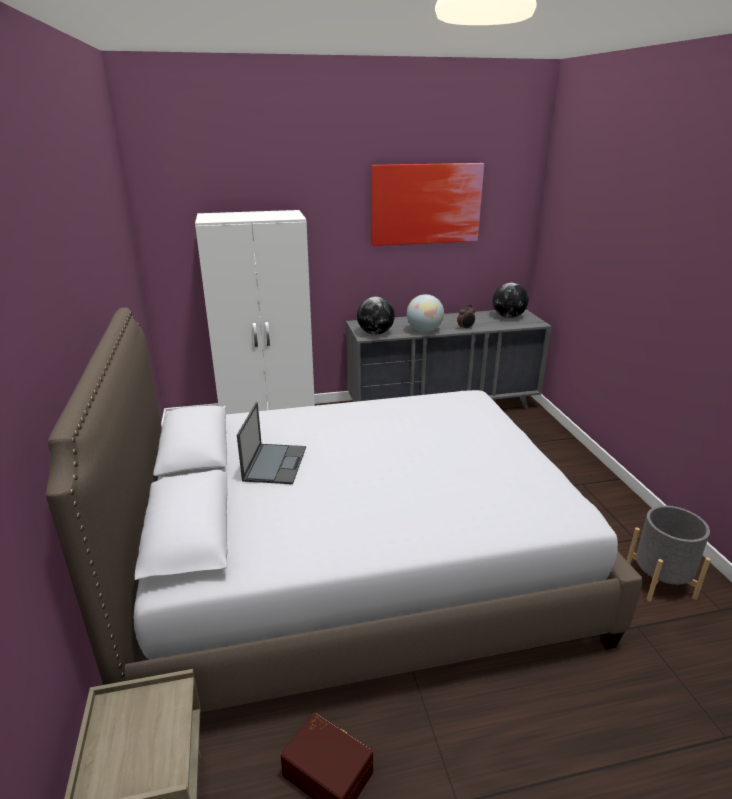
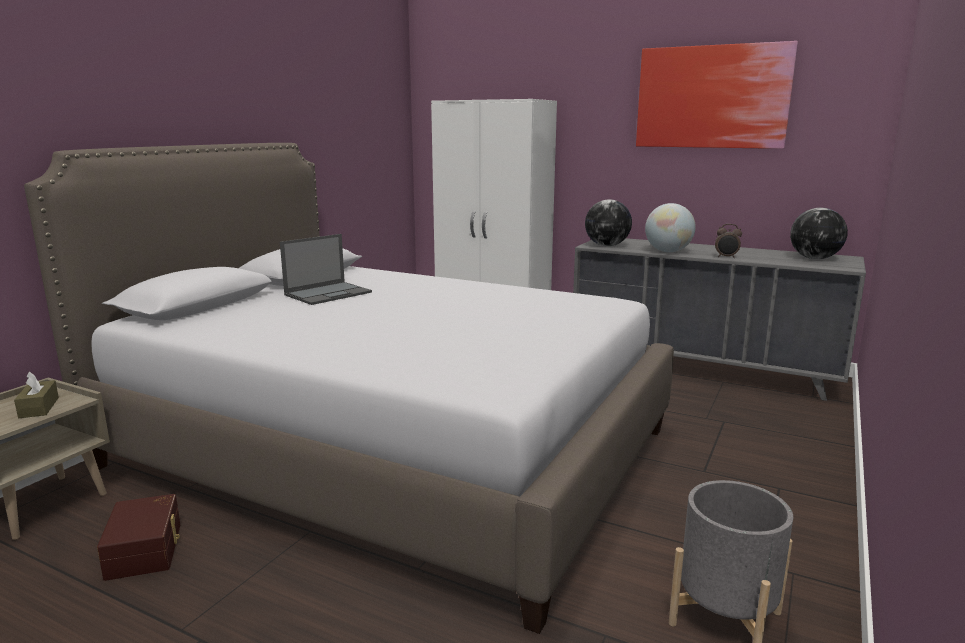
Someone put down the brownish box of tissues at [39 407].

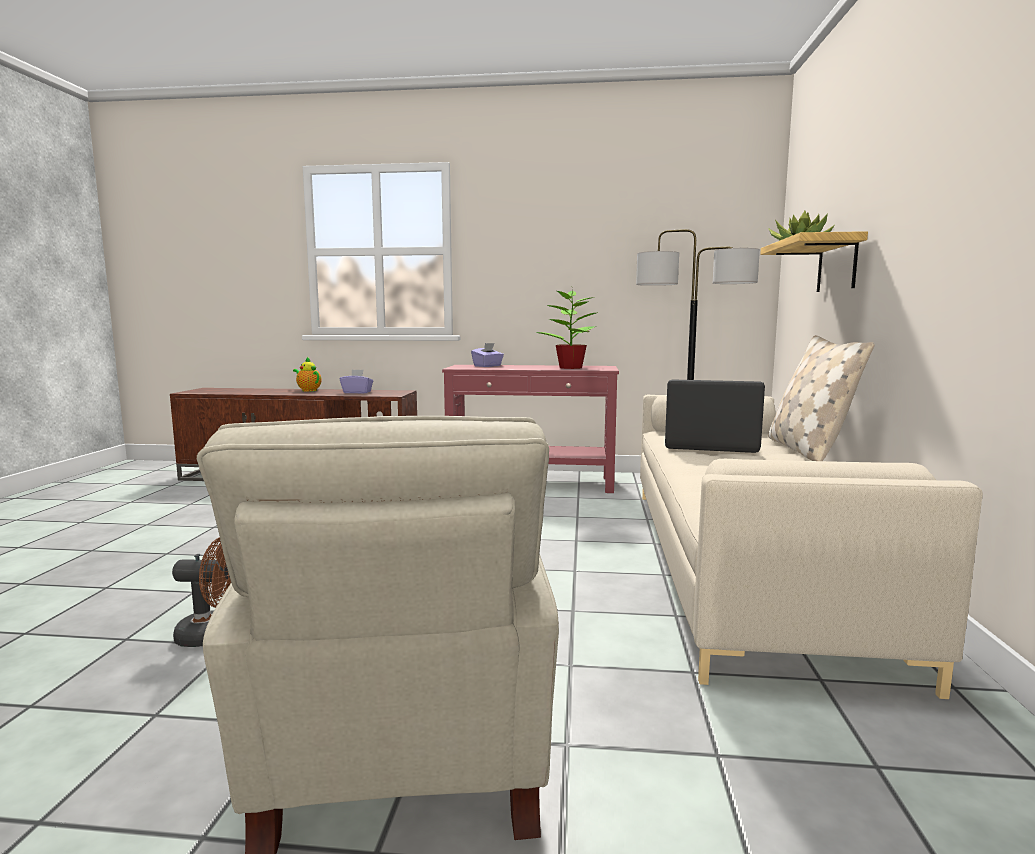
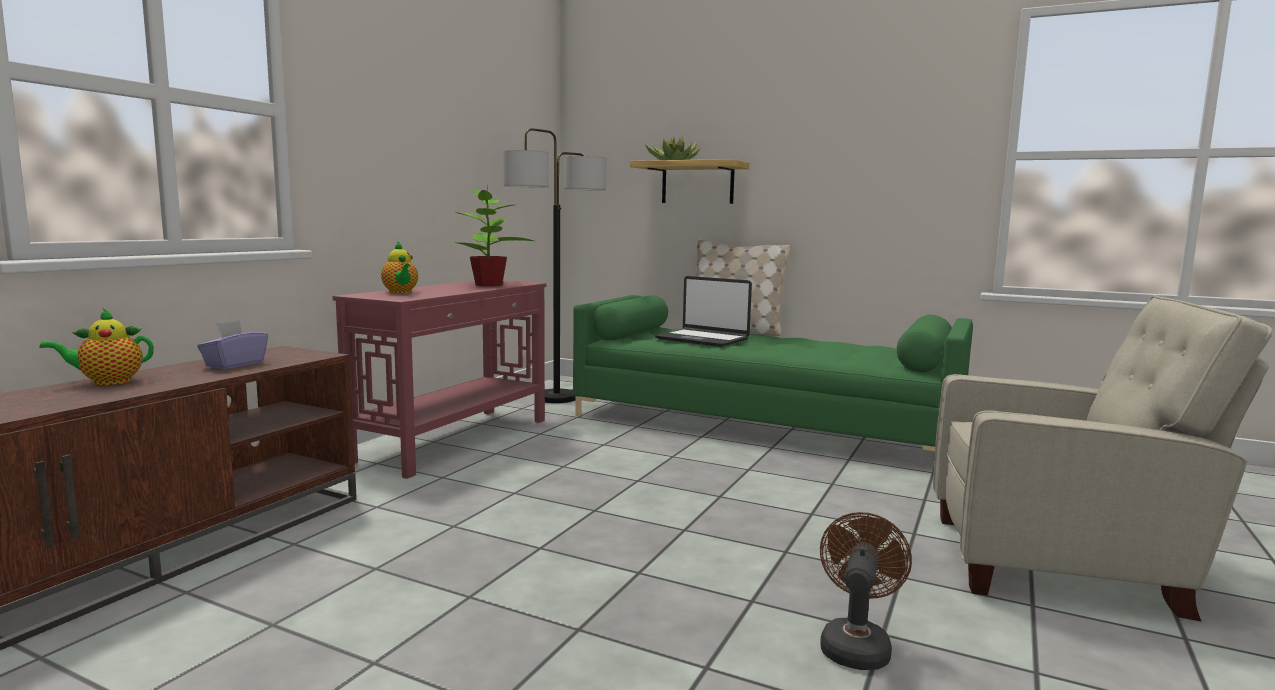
Someone swapped the purple-coloured box of tissues at [487 366] for the teapot at [400 292].
Someone repainted the beige couch at [742 563], which became the green couch at [763 425].
Someone rotated the portable computer at [710 445] by 90 degrees counterclockwise.

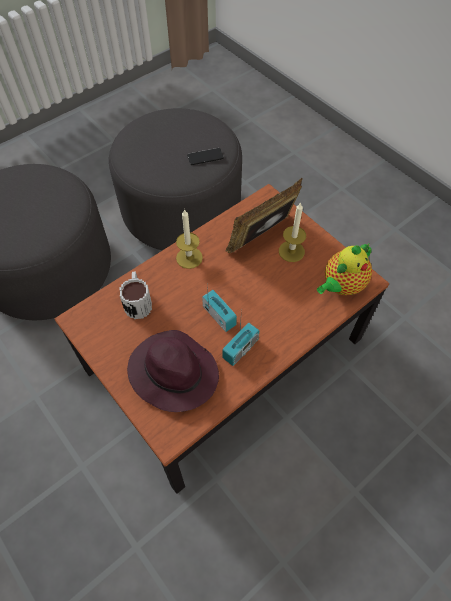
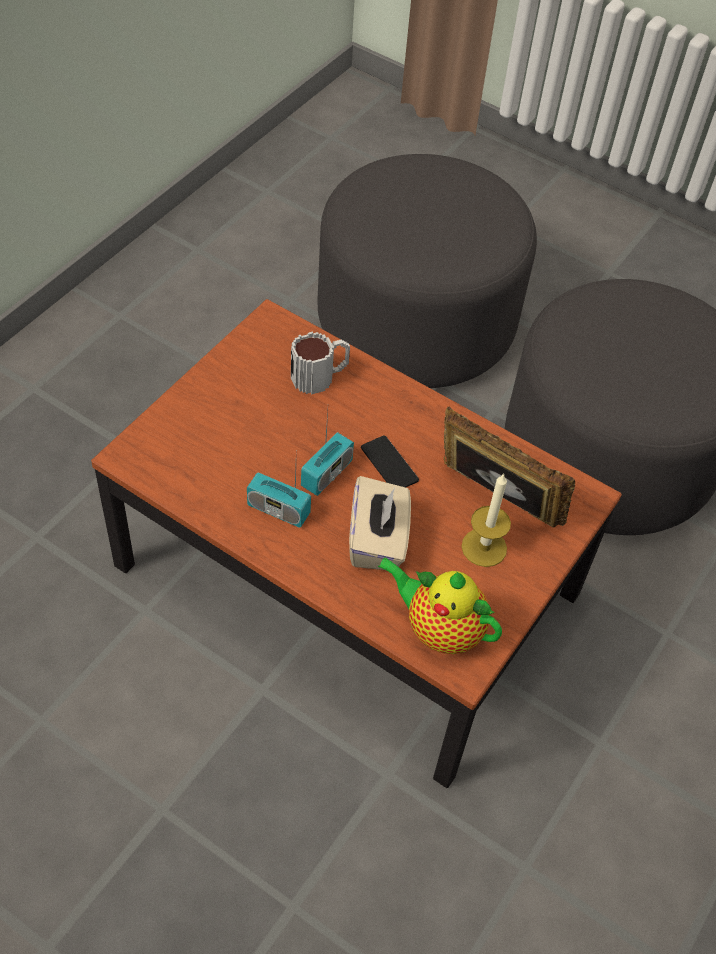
Someone took away the purple-coloured hat at [172 372].
Someone took away the candle at [189 258].
Someone put down the beige box of tissues at [377 541].
Someone carried the telephone from [205 157] to [389 464].

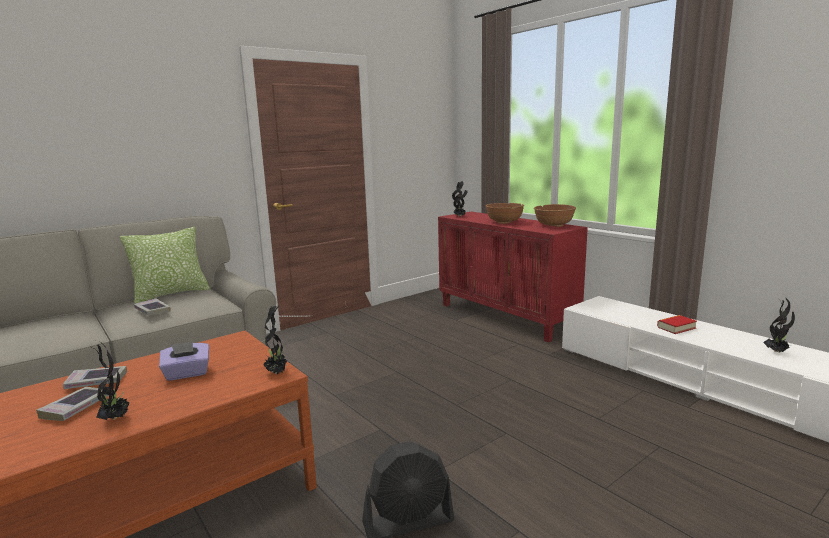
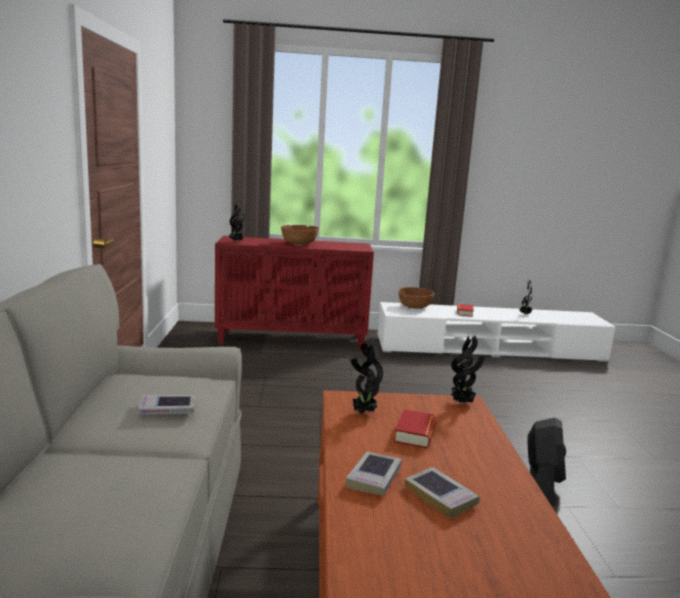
Someone took away the pillow at [171 294].
Someone carried the houseplant from [115 418] to [363 413].
Someone carried the brownish serving bowl from [554 225] to [414 307].
Someone swapped the purple-coloured box of tissues at [187 374] for the volume at [415 434].

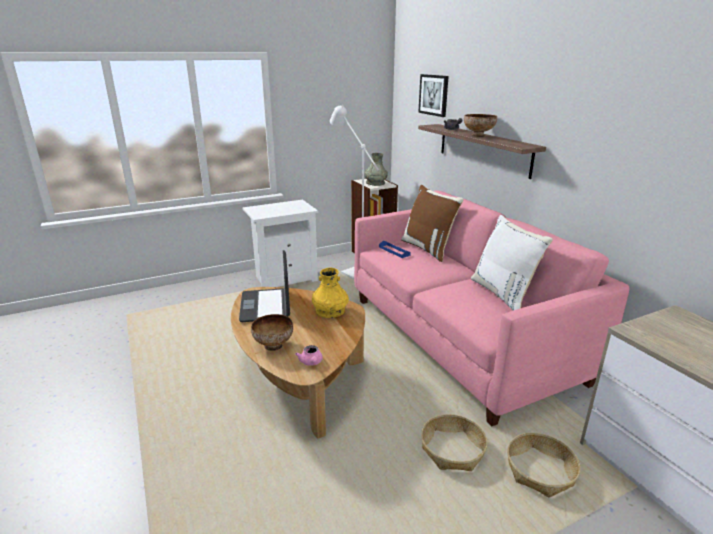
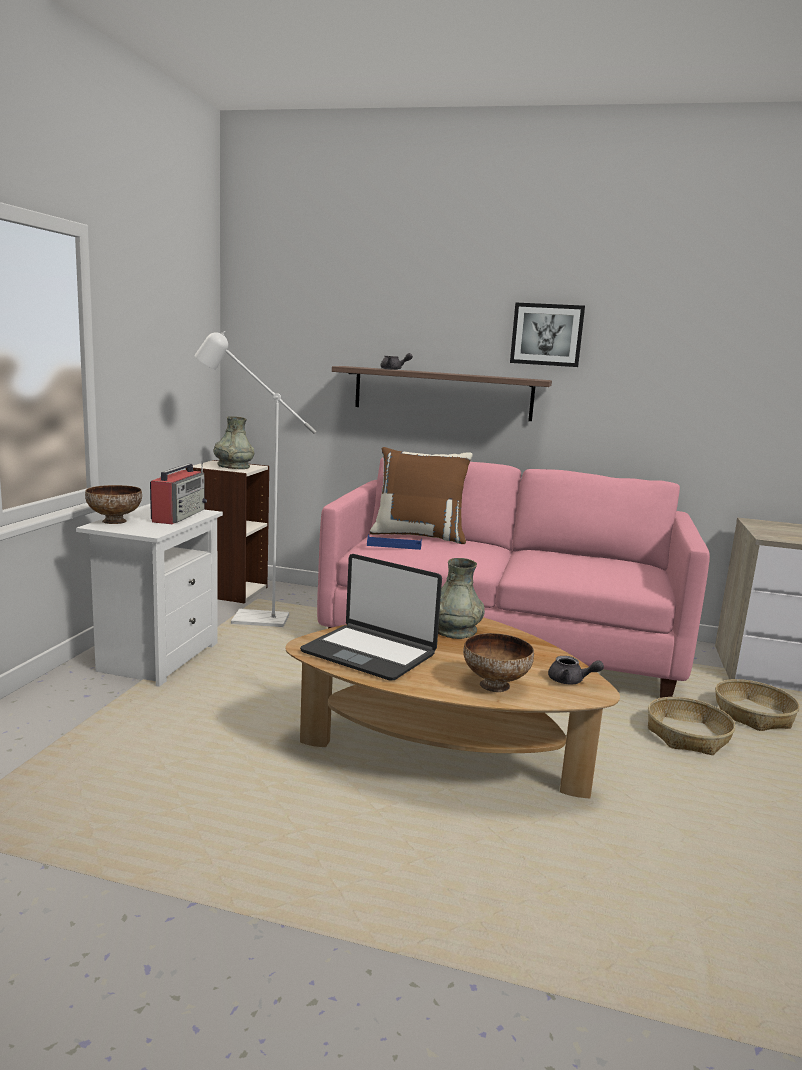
Someone took away the whitish pillow at [504 294].
Someone put down the radio at [179 515].
Someone carried the wall picture from [434 95] to [547 334].
Someone carried the serving bowl from [478 136] to [114 521].
Someone repainted the pink teapot at [311 363], which became the greyish teapot at [570 681].
Someone repainted the yellow-coloured vase at [330 310], which became the greyish vase at [453 630].

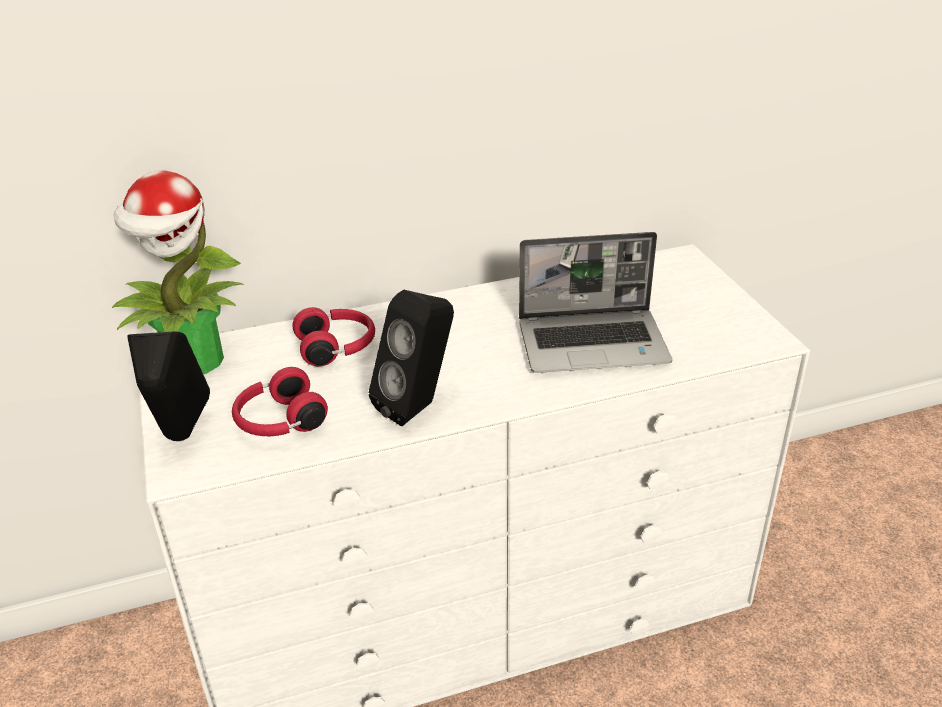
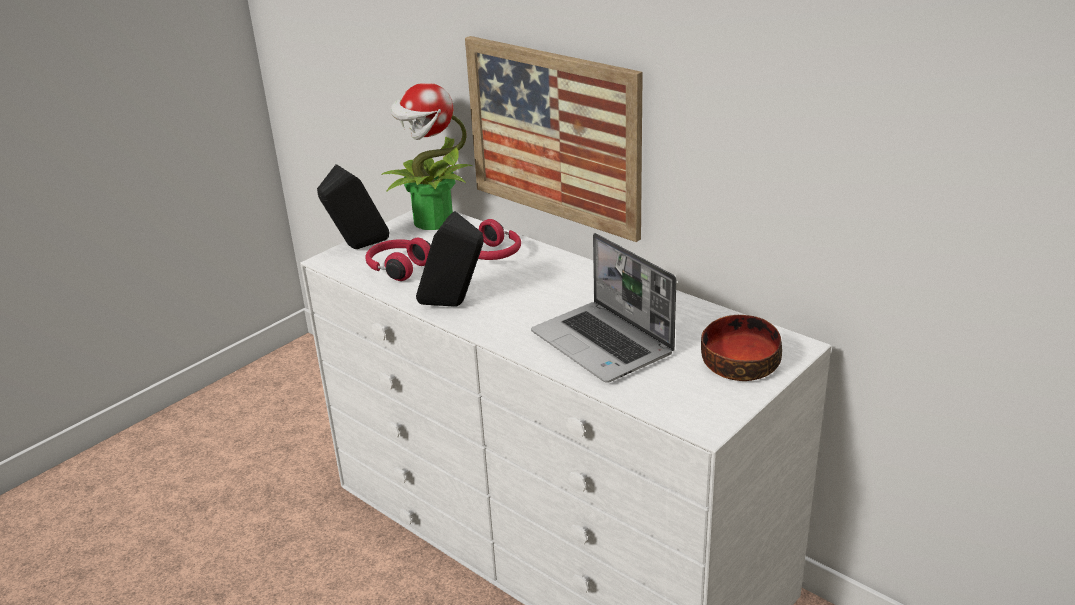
Someone put up the wall picture at [553 135].
Someone put down the serving bowl at [739 363].

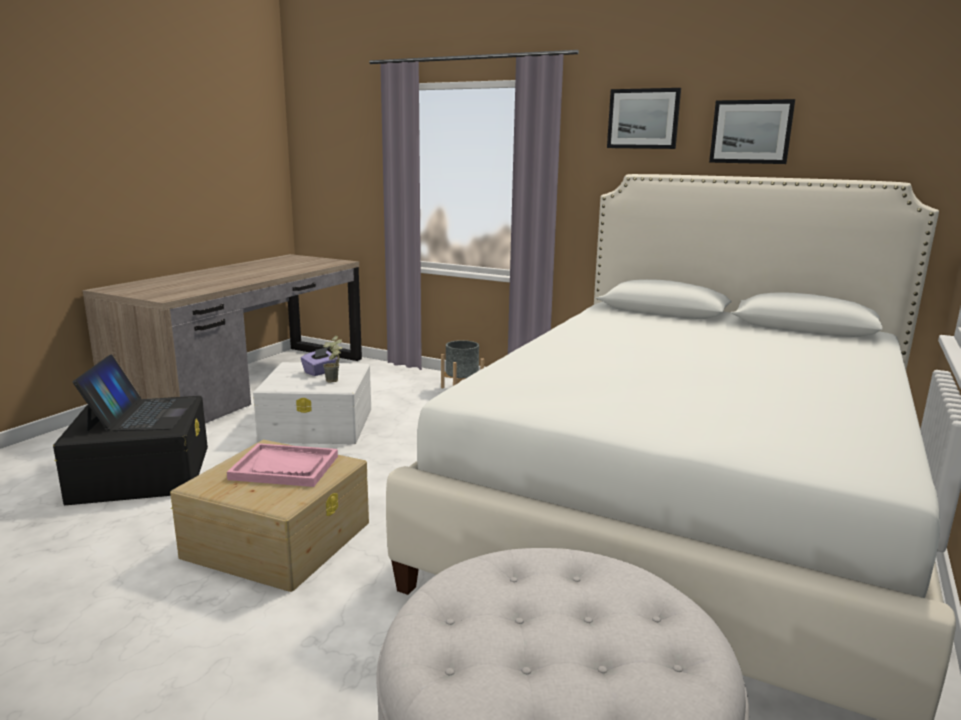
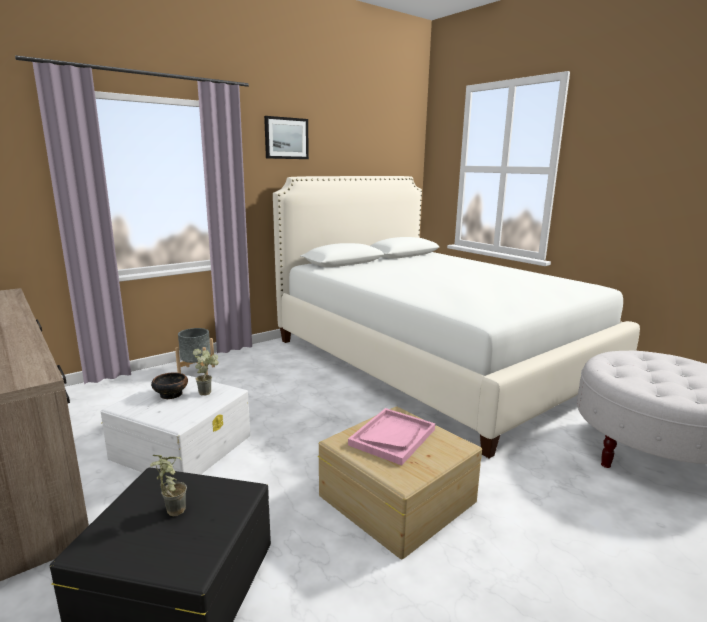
Someone took away the wall picture at [751 132].
Someone swapped the portable computer at [142 414] for the houseplant at [170 511].
Someone swapped the purple-coloured box of tissues at [320 372] for the serving bowl at [170 394].

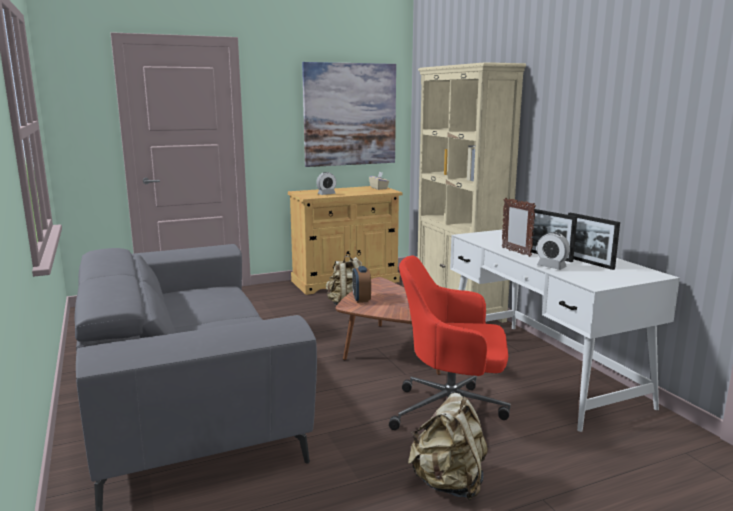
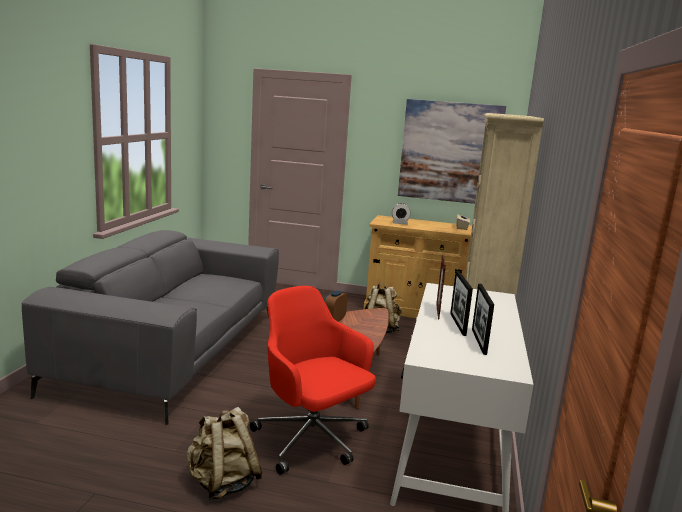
Someone took away the table clock at [551 267].

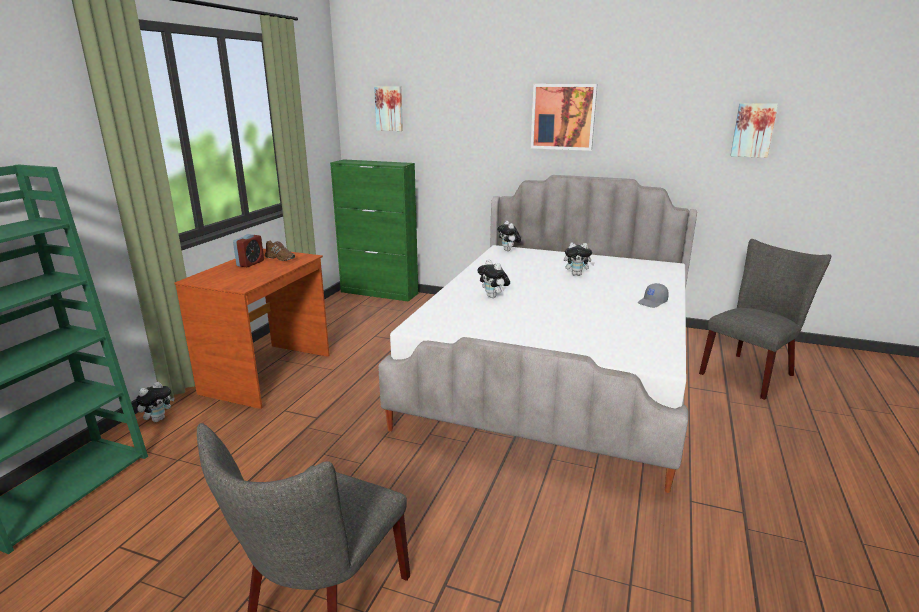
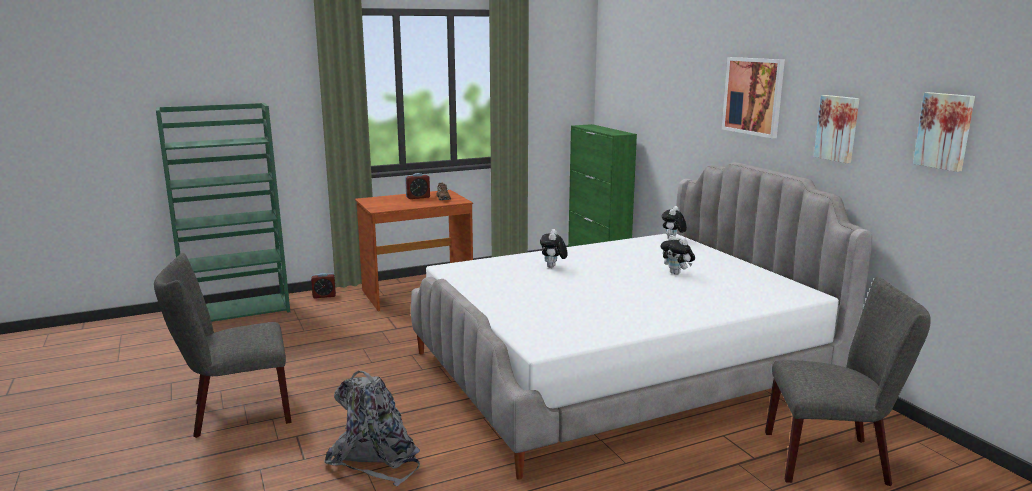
Someone took away the greyish cap at [652 302].
Someone put down the greyish backpack at [376 458].
Someone carried the wall picture from [389 108] to [838 128].
Someone swapped the soft toy at [158 419] for the table clock at [324 296].

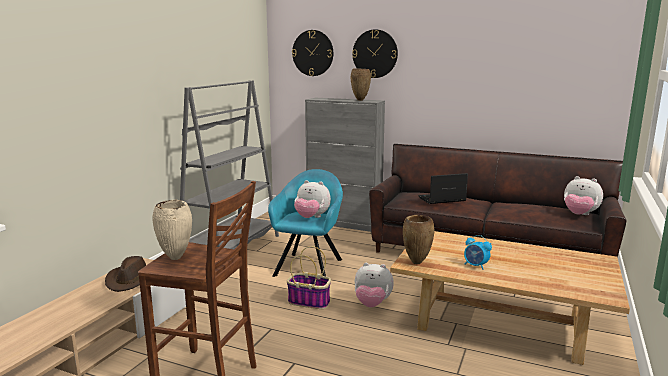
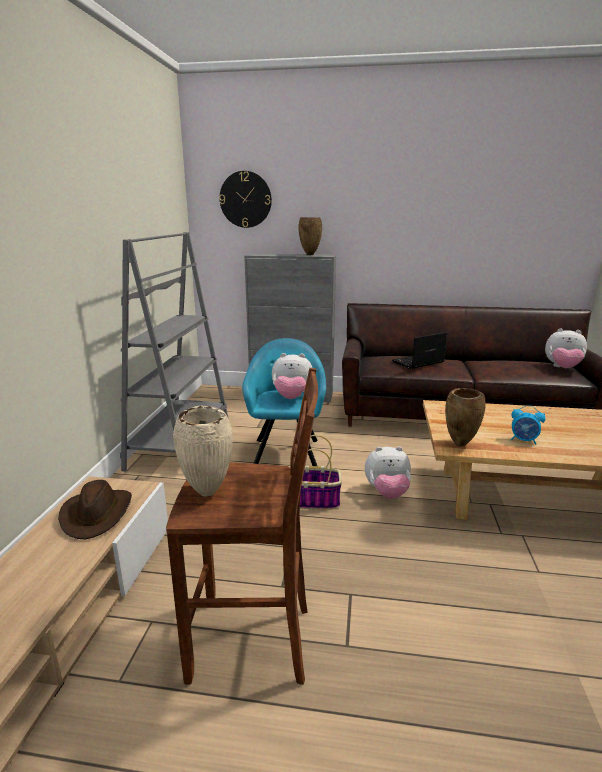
Someone took away the hanging clock at [375 54].

